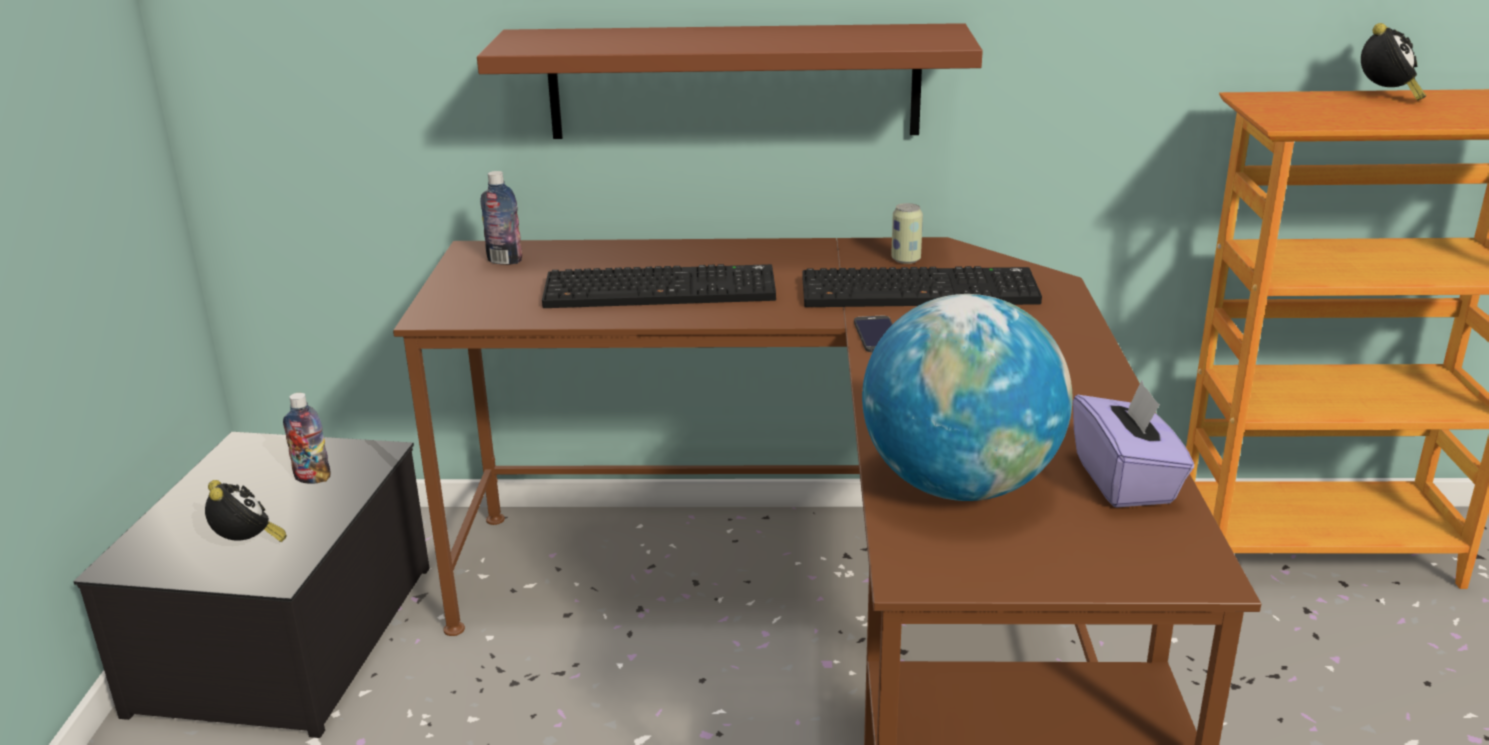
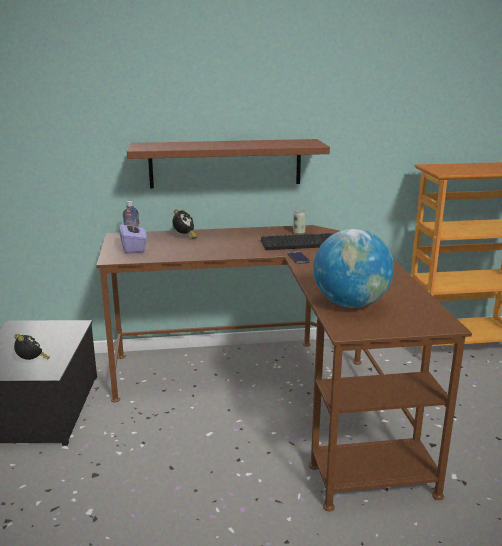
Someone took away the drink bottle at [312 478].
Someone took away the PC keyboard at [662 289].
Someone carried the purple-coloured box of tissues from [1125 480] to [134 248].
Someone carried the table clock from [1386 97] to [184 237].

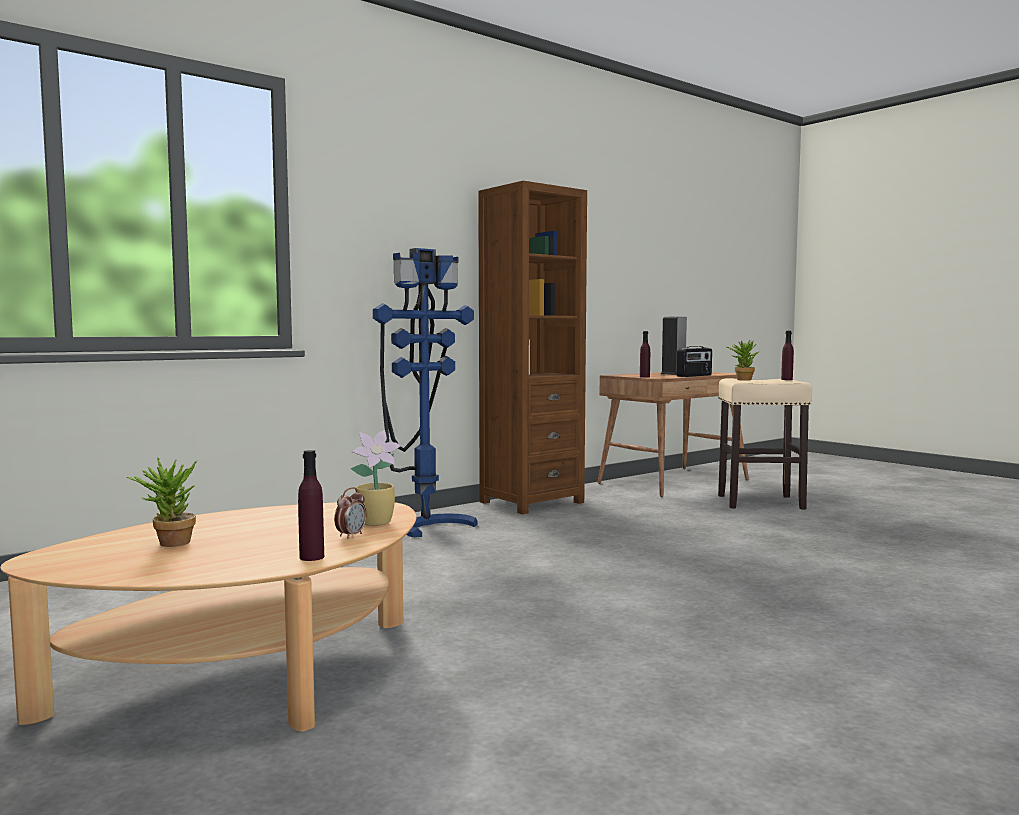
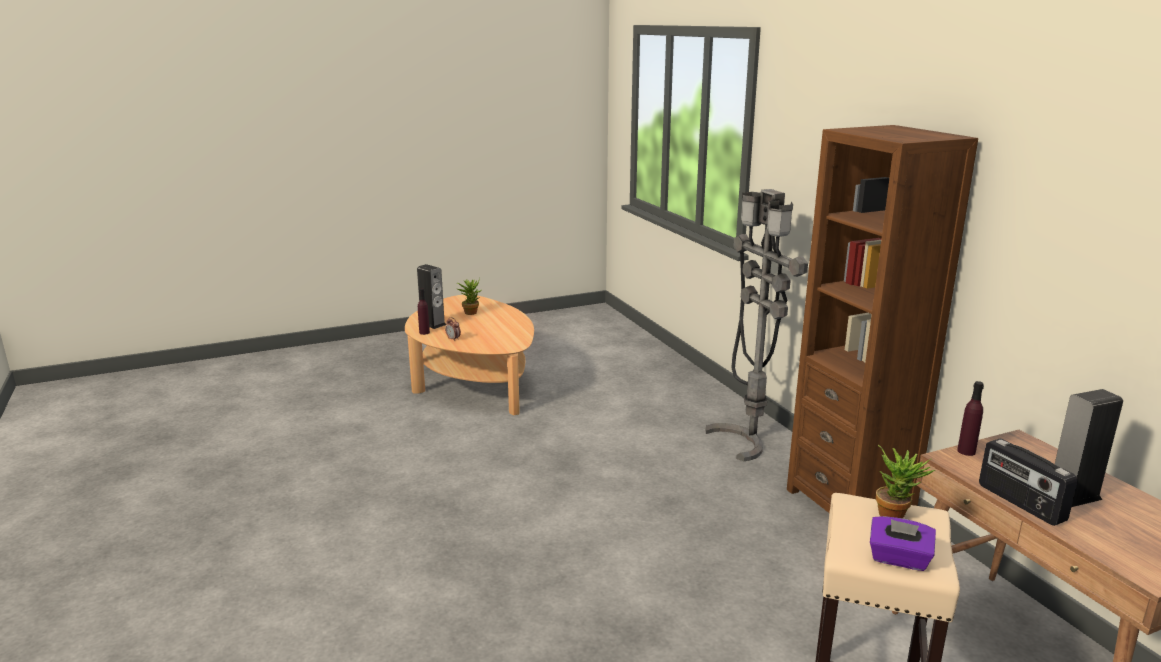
Someone took away the houseplant at [377 522].
Someone put down the loudspeaker at [432 324].
Someone swapped the purple-coloured drink bottle at [786 379] for the purple-coloured box of tissues at [899 559].
Someone repainted the blue-coloured floor lamp at [428 524], which became the greyish floor lamp at [747 439].

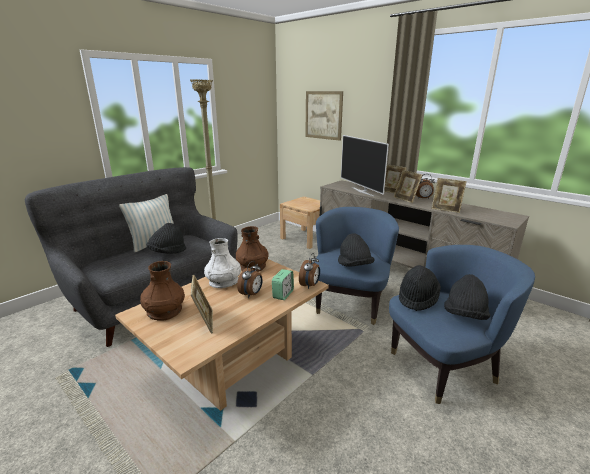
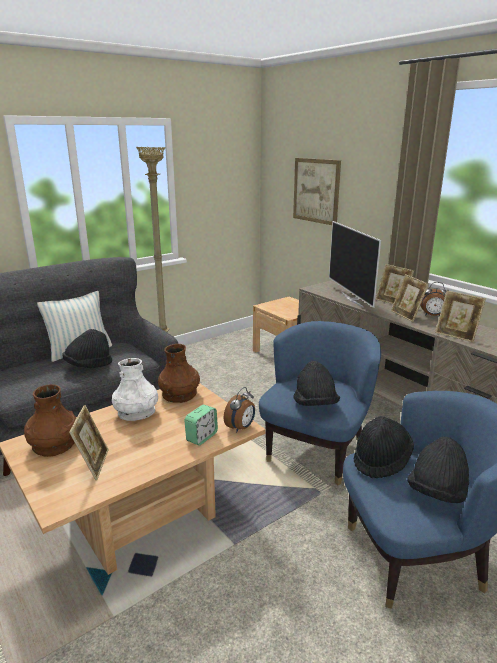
Someone took away the table clock at [251 294].

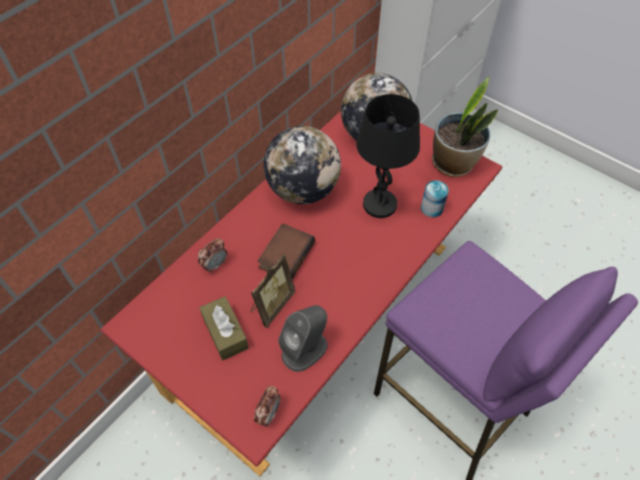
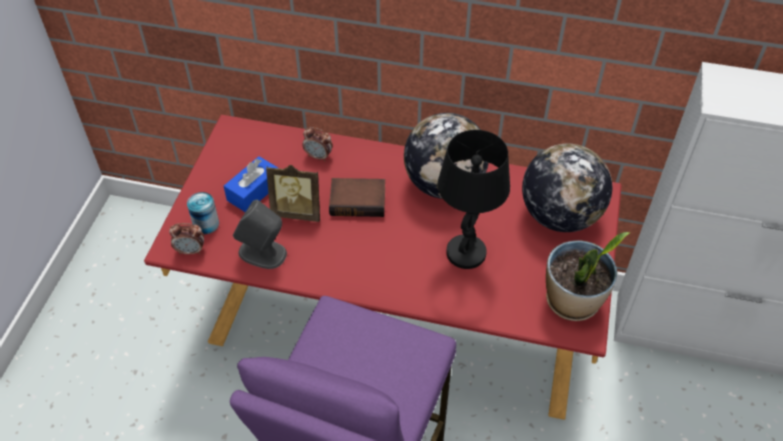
Someone carried the can from [431 208] to [206 224].
Someone repainted the brownish box of tissues at [225 333], which became the blue-coloured box of tissues at [254 191].

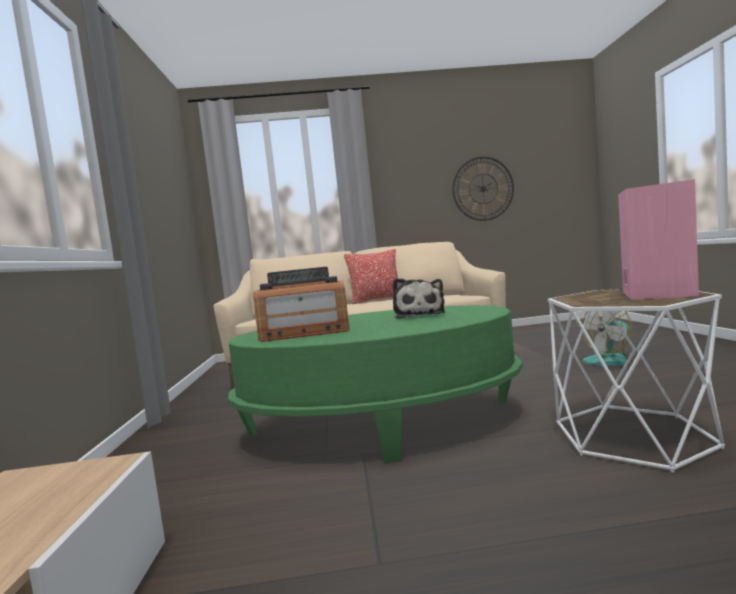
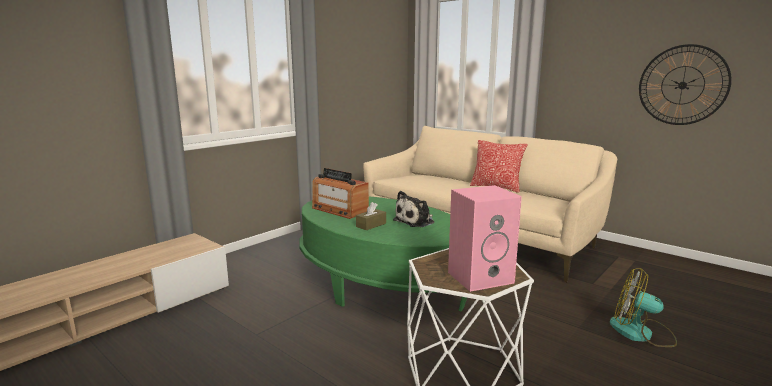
Someone put down the brownish box of tissues at [371 225].

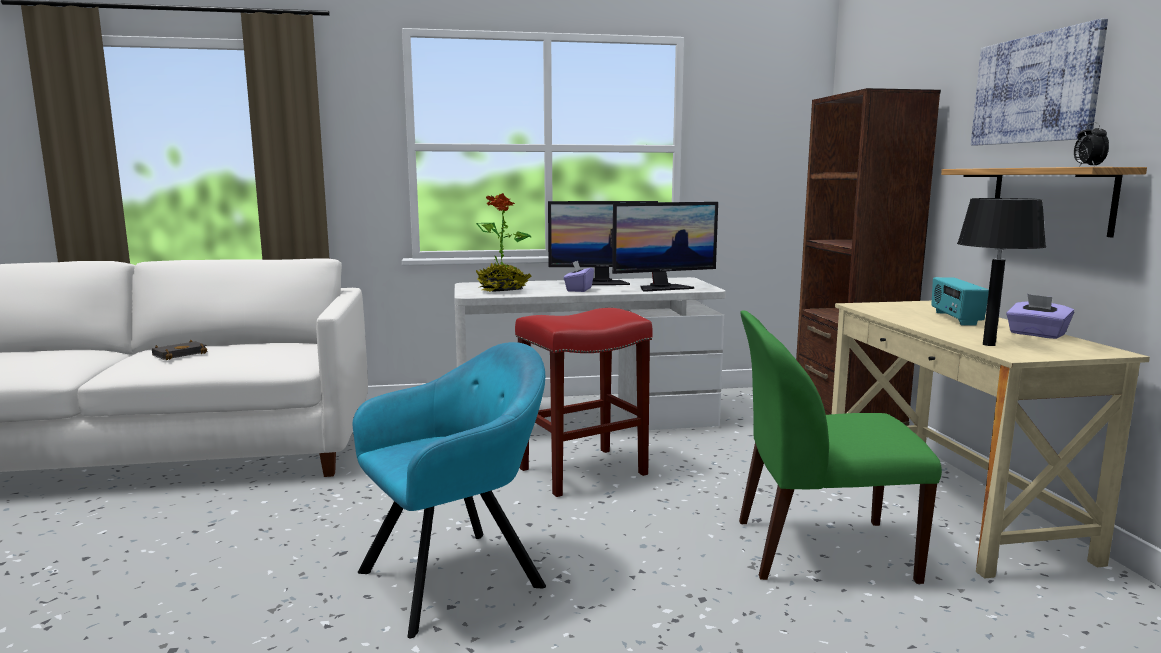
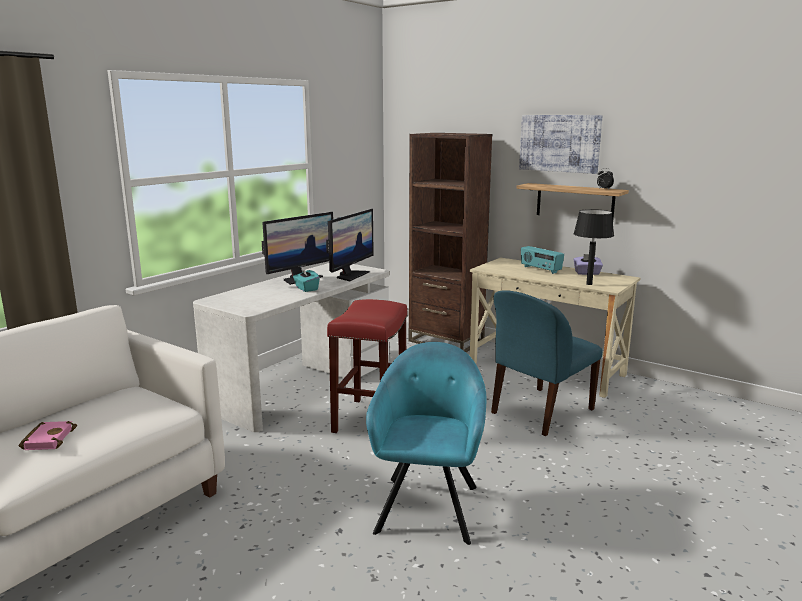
Someone took away the houseplant at [503 291].
Someone repainted the black-coloured volume at [180 354], which became the pink volume at [48 439].
Someone repainted the purple-coloured box of tissues at [578 289], which became the blue-green box of tissues at [306 288].
Someone repainted the green chair at [818 550], which became the blue-coloured chair at [540 412].

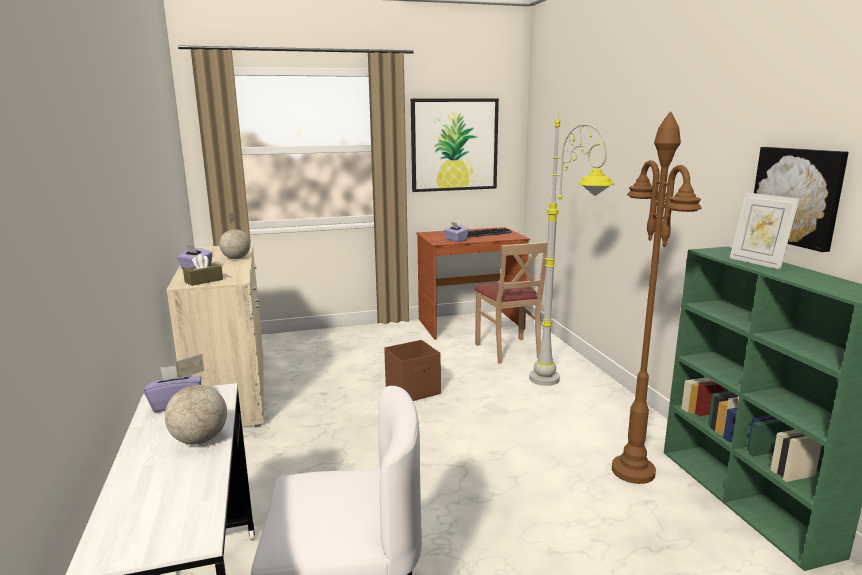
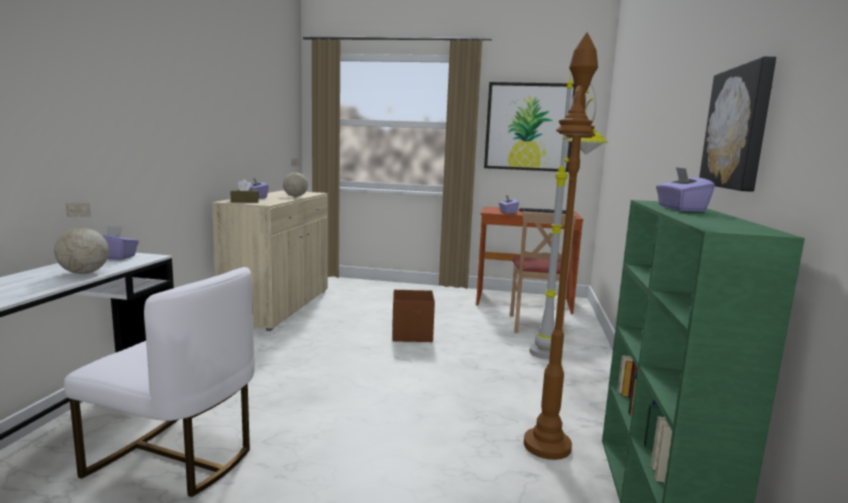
Someone swapped the photo frame at [757 263] for the purple-coloured box of tissues at [680 209].

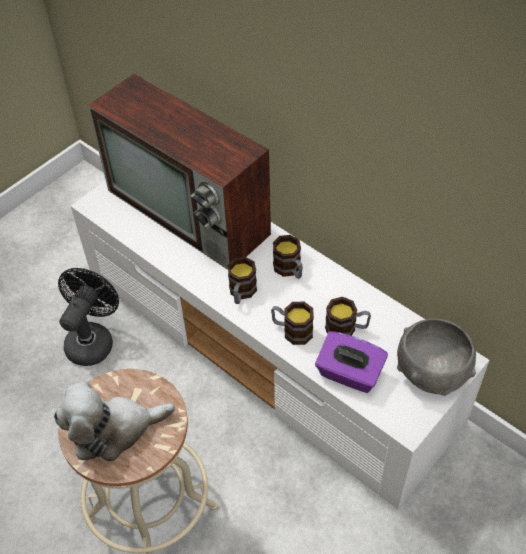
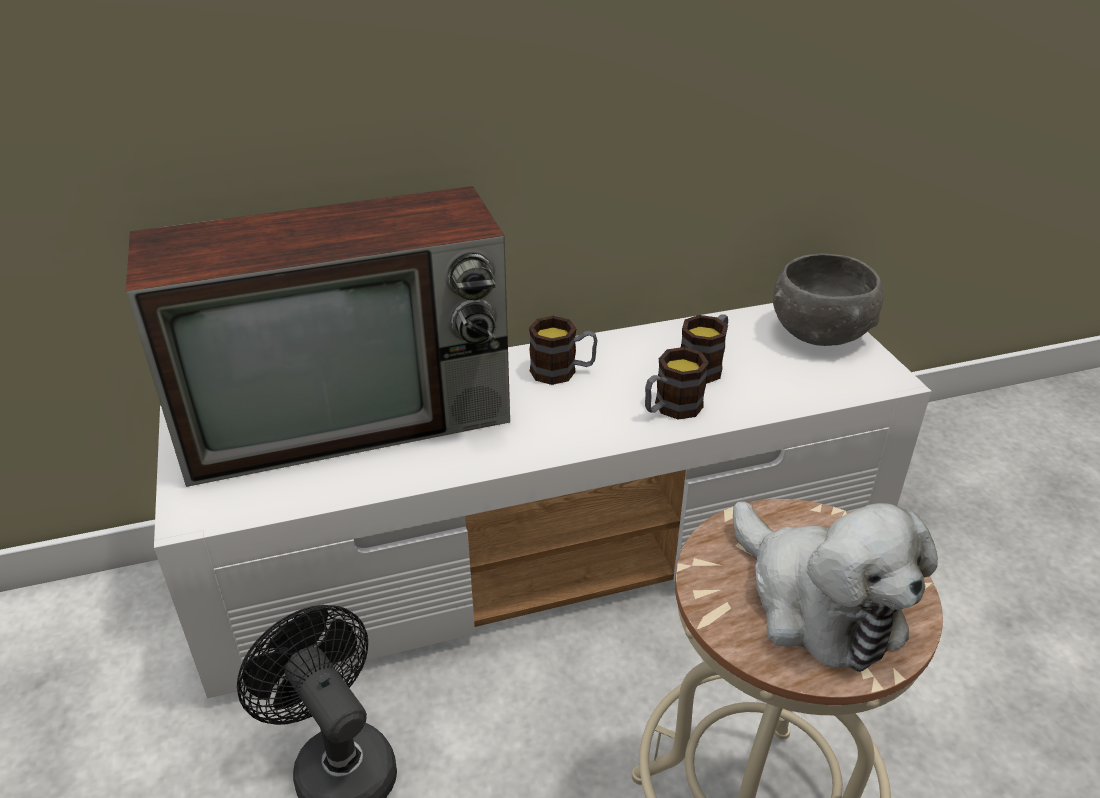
Someone took away the tea mug at [241 293].
Someone took away the purple-coloured box of tissues at [349 374].
Someone rotated the soft toy at [113 430] by 45 degrees counterclockwise.

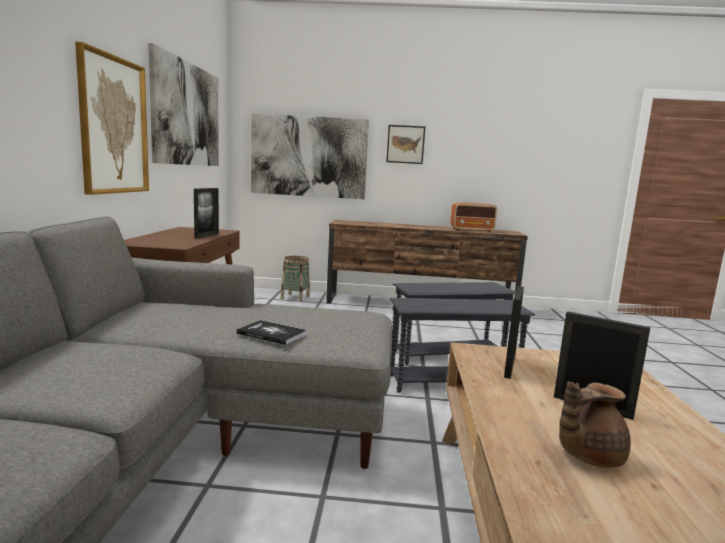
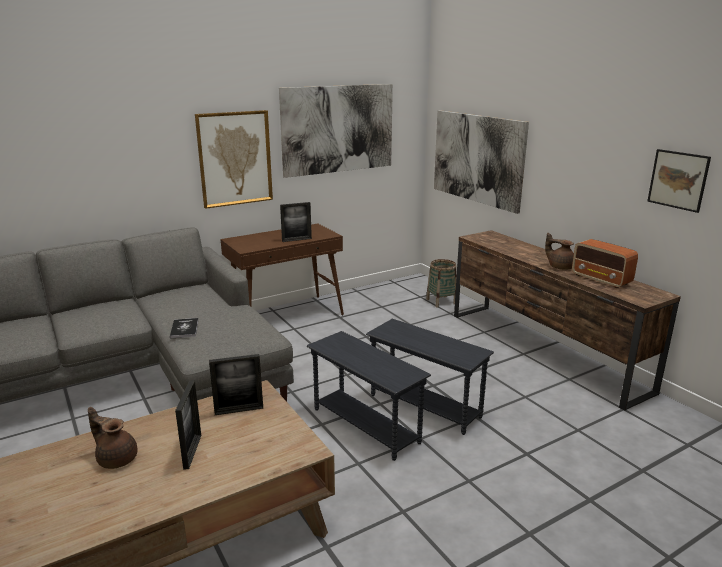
Someone put down the brownish teapot at [560 267].
Someone carried the wall picture from [405 144] to [678 180].

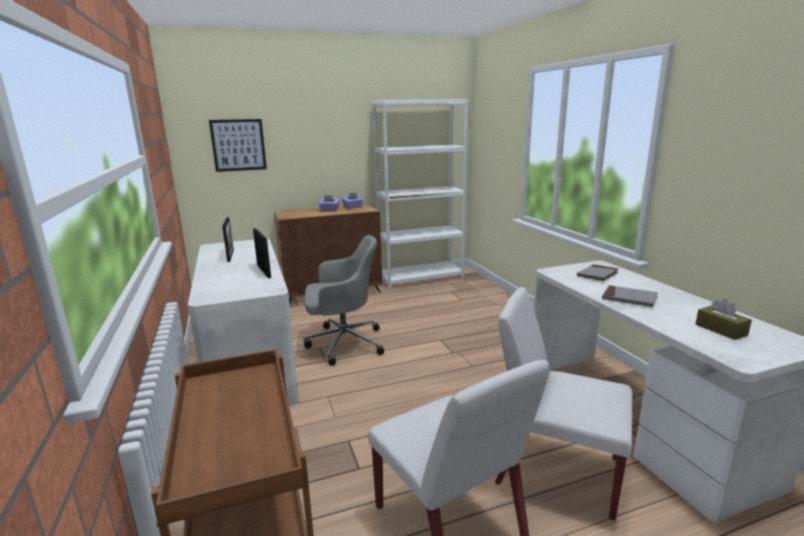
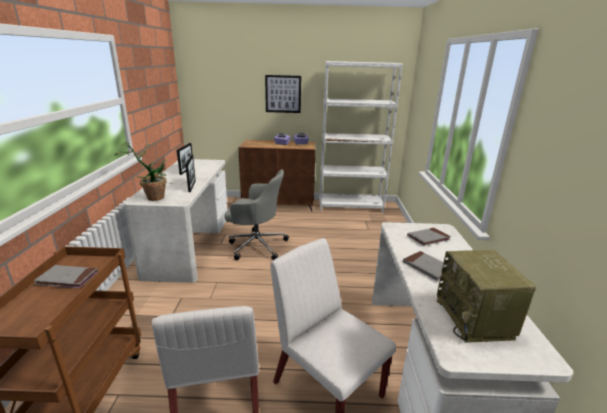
Someone put down the greyish volume at [67 278].
Someone put down the houseplant at [153 196].
Someone carried the wall picture from [238 145] to [283 94].
Someone swapped the brownish box of tissues at [721 330] for the radio at [475 319].

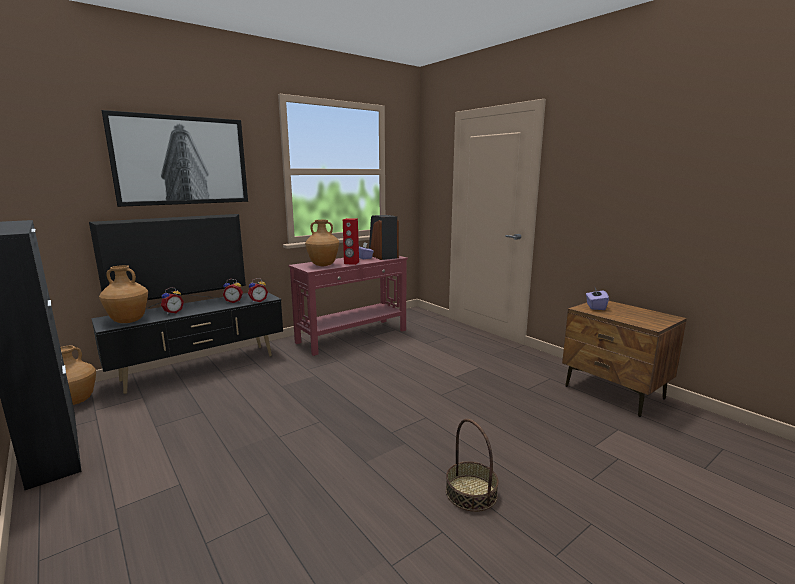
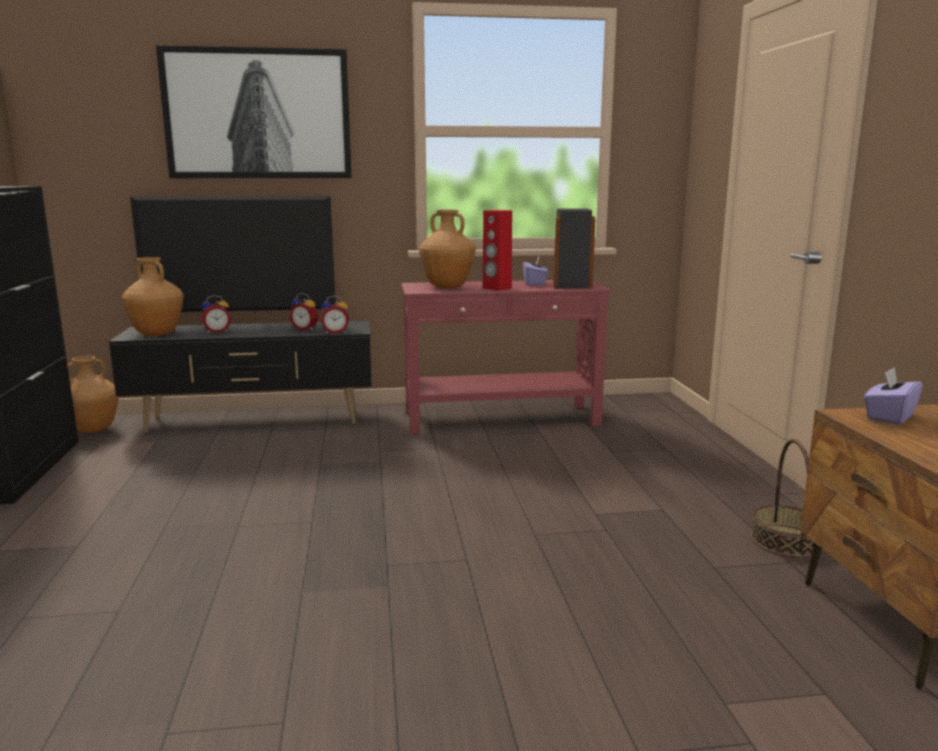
Someone carried the basket from [471 493] to [786 541].

